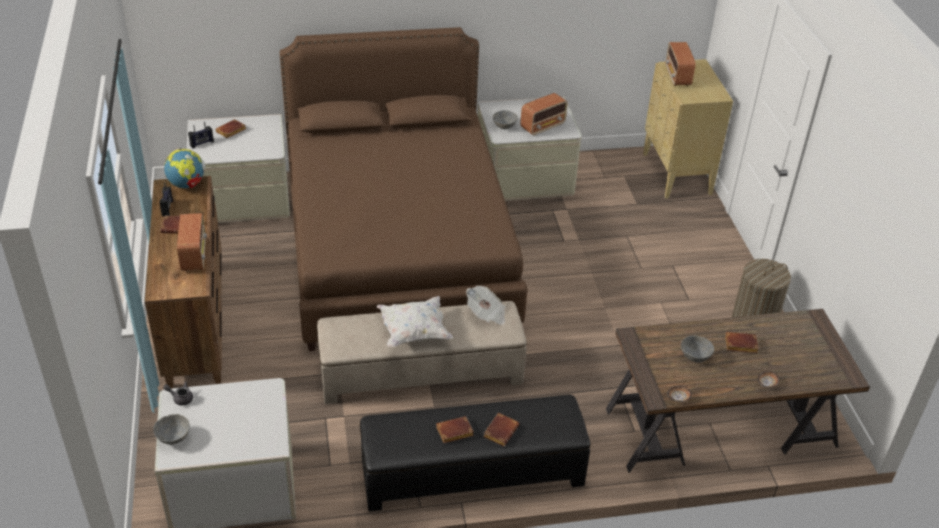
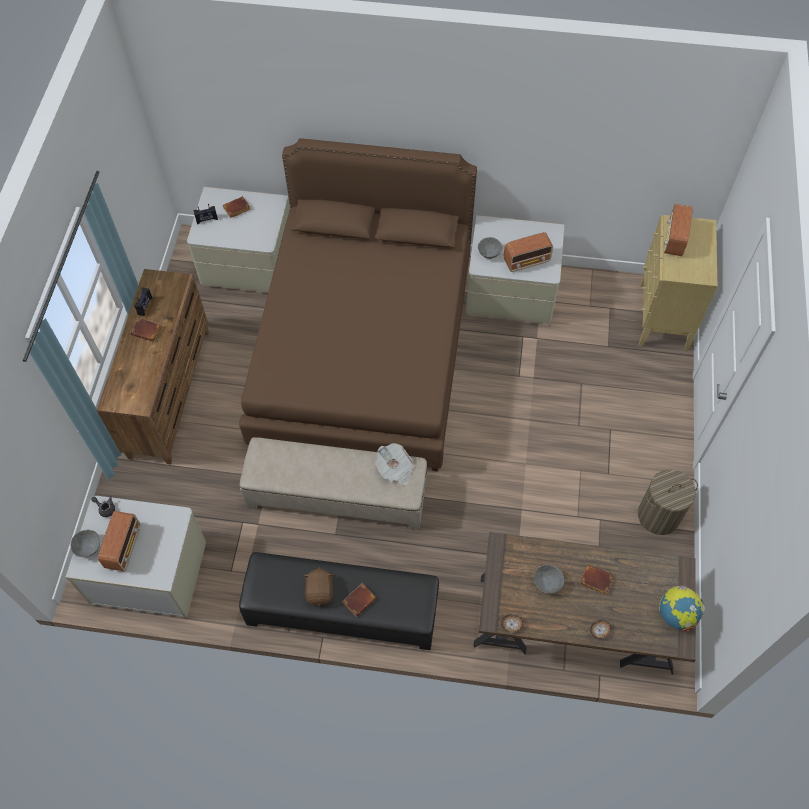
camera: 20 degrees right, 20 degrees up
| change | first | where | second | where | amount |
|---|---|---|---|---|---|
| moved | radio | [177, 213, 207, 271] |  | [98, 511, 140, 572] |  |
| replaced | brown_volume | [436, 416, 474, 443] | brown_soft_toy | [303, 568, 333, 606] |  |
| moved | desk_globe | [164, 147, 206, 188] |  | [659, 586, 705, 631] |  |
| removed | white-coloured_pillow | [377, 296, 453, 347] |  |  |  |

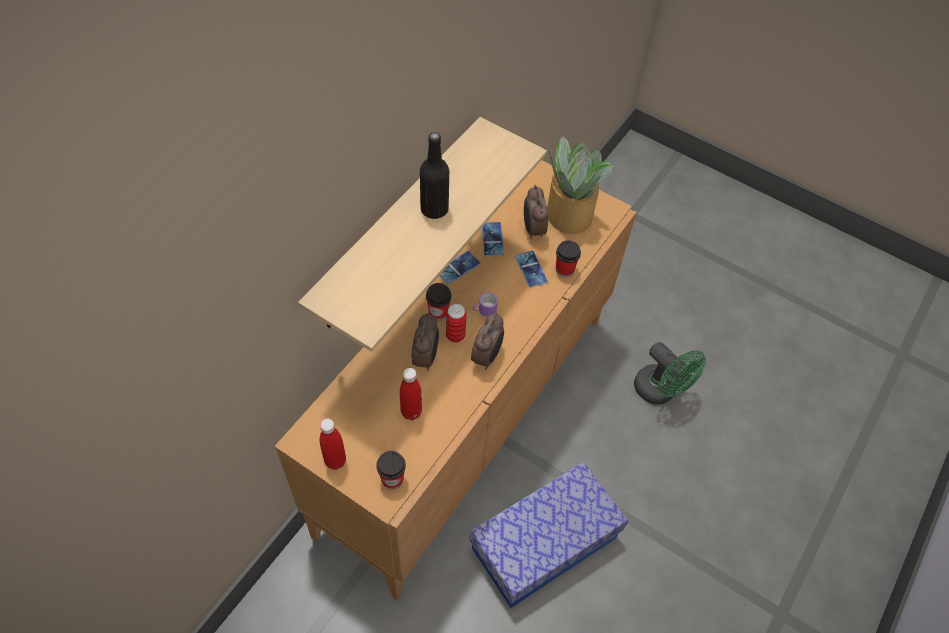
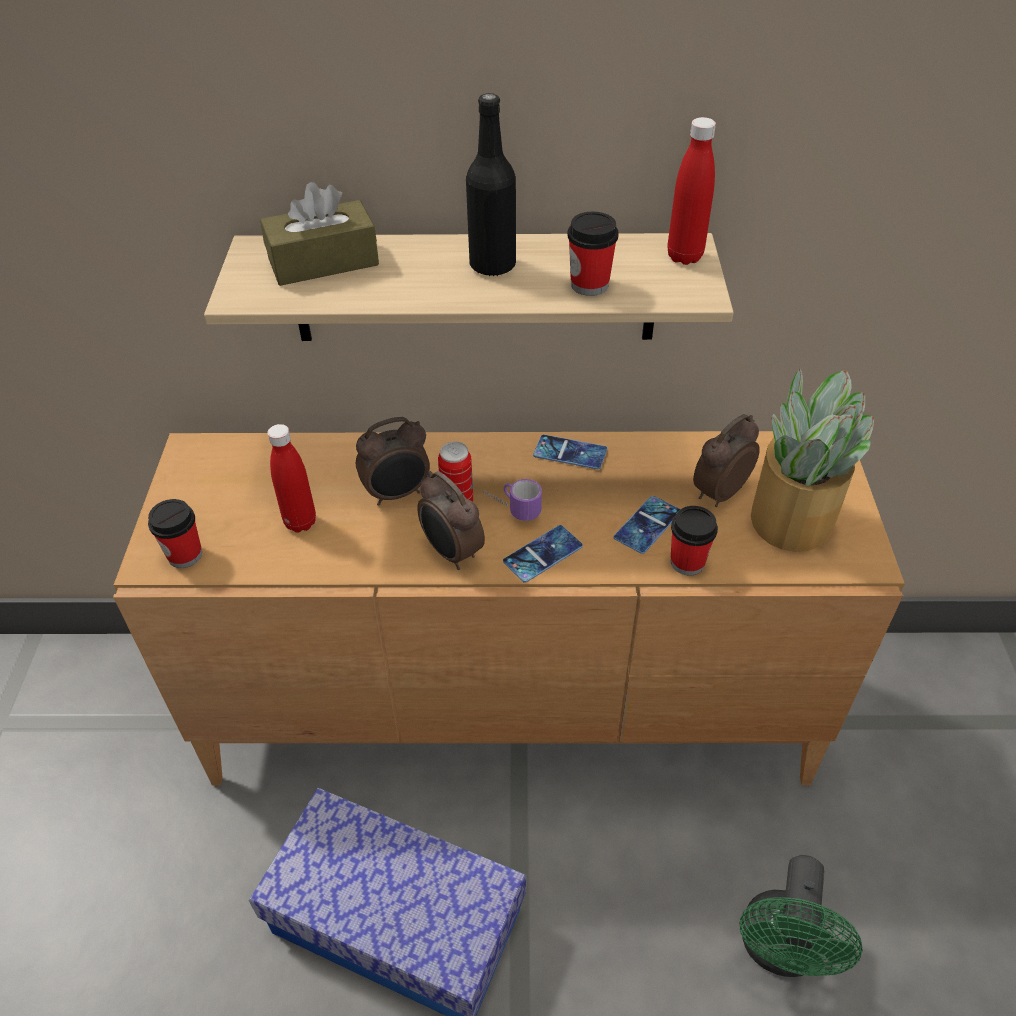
camera: 60 degrees right, 10 degrees down
| change | first | where | second | where | amount |
|---|---|---|---|---|---|
| added |  |  | brown_tissue_box | [260, 182, 379, 286] |  |
| turned | table_clock | [471, 313, 504, 370] |  | [417, 471, 485, 570] | 60 degrees clockwise |
| moved | phone | [482, 222, 504, 256] |  | [503, 525, 583, 583] |  |
| moved | small_cup | [426, 283, 452, 321] |  | [567, 212, 619, 296] |  |
| moved | red-coloured_drink_bottle | [320, 418, 346, 470] |  | [667, 117, 716, 265] |  |

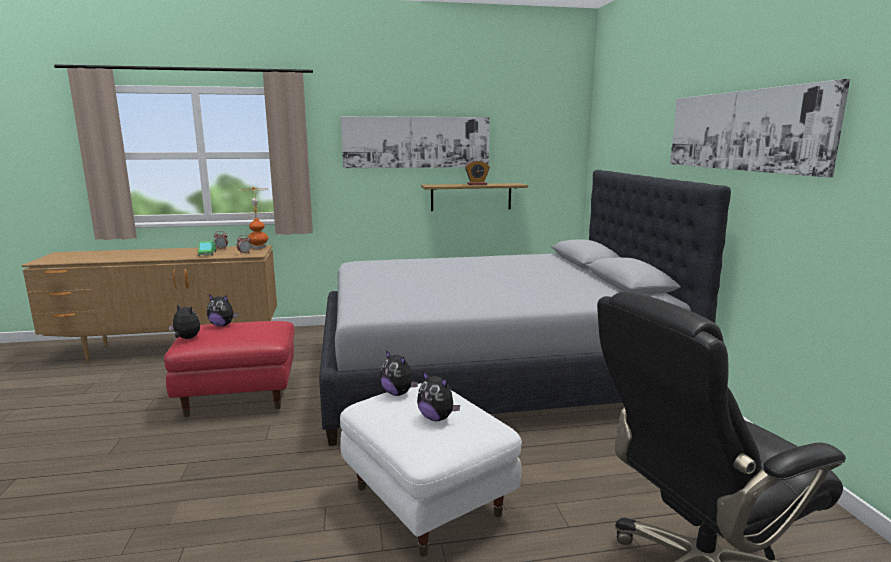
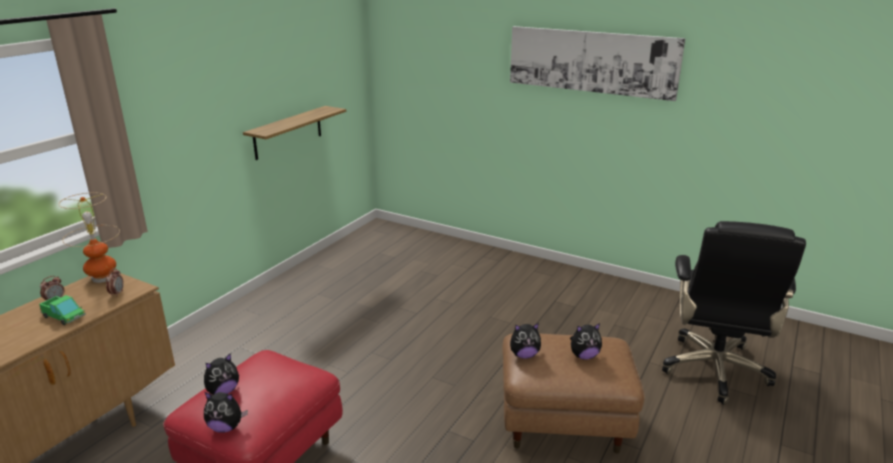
camera: 50 degrees left, 10 degrees up
| change | first | where | second | where | amount |
|---|---|---|---|---|---|
| turned | soft_toy | [169, 304, 200, 339] |  | [204, 392, 248, 433] | 150 degrees counterclockwise |
| recoloured | white-coloured_ottoman | [340, 383, 522, 557] | brown_ottoman | [502, 333, 644, 453] |  |
| removed | gray_sleeping_bed | [319, 170, 731, 446] |  |  |  |
| removed | wall_art | [341, 116, 490, 168] |  |  |  |
| removed | table_clock | [465, 160, 490, 185] |  |  |  |

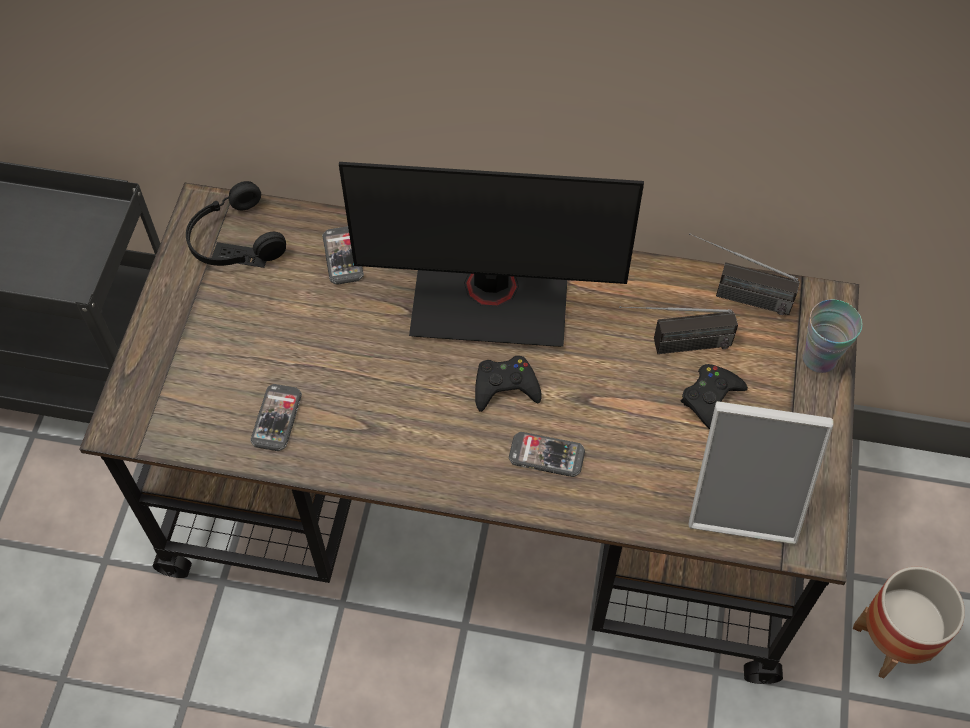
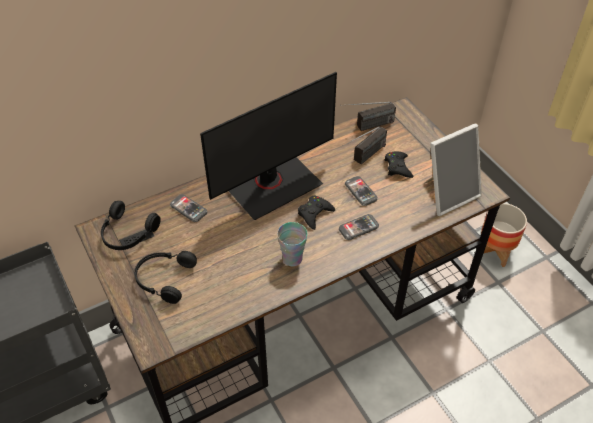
camera: 40 degrees left, 10 degrees down
| change | first | where | second | where | amount |
|---|---|---|---|---|---|
| added |  |  | blackish_headset | [134, 251, 197, 304] |  |
| moved | small_cup | [803, 299, 862, 373] |  | [277, 222, 307, 266] |  |
| moved | phone | [250, 384, 302, 451] |  | [345, 176, 378, 206] |  |

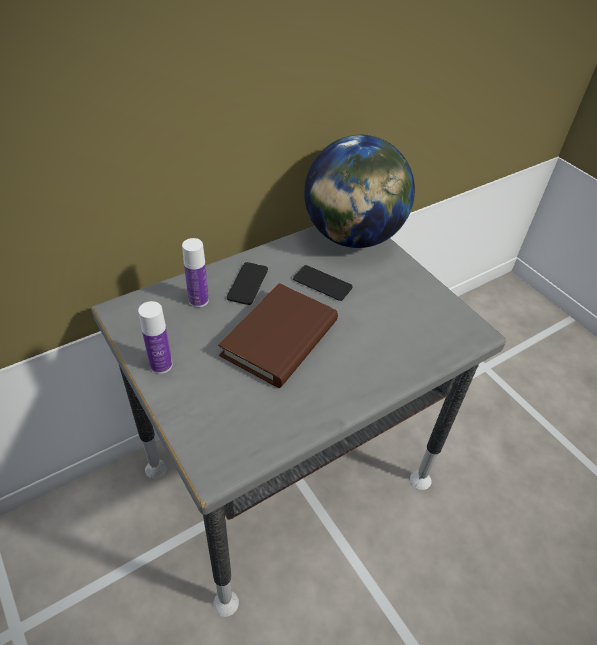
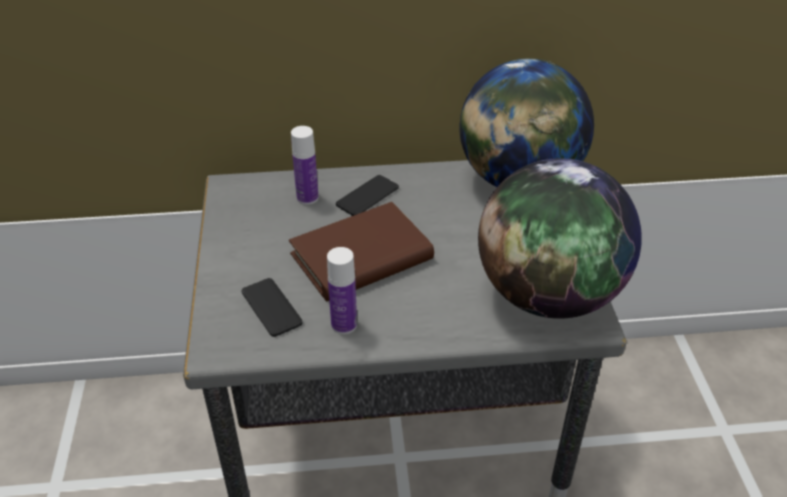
camera: 30 degrees right, 5 degrees down
| change | first | where | second | where | amount |
|---|---|---|---|---|---|
| moved | phone | [293, 265, 353, 301] |  | [242, 278, 303, 337] |  |
| moved | drink_bottle | [138, 301, 172, 374] |  | [327, 247, 357, 334] |  |
| added |  |  | desk_globe | [478, 158, 642, 319] |  |

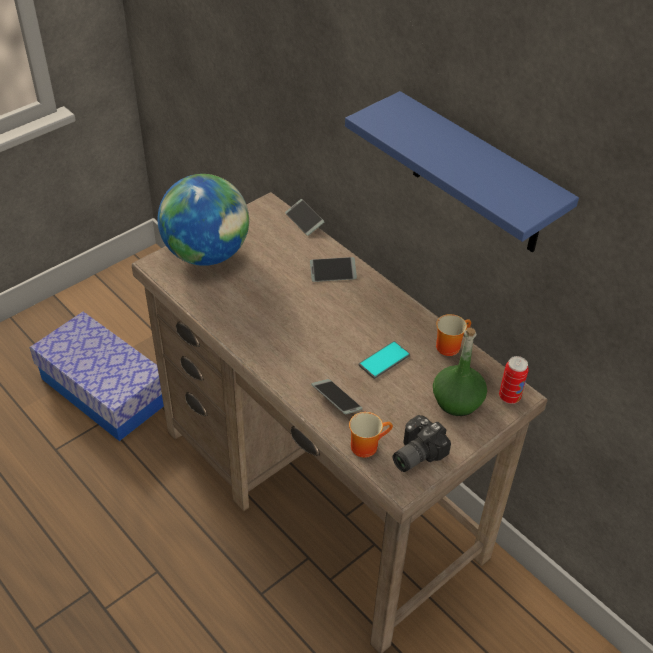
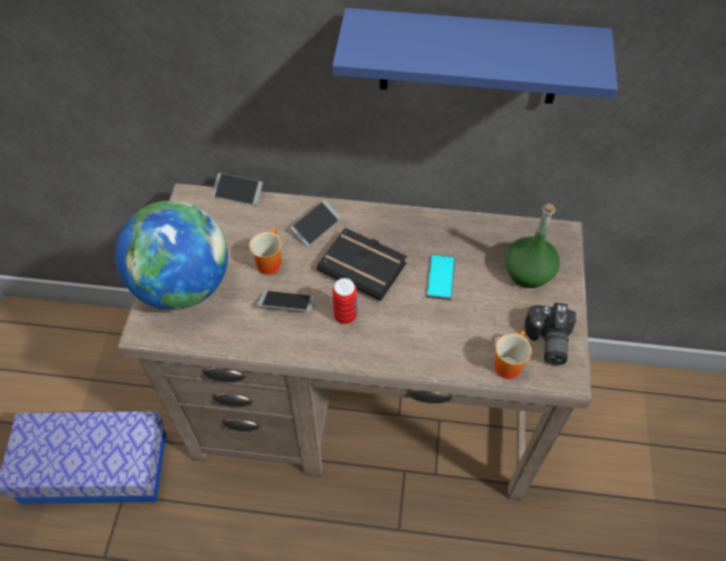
camera: 40 degrees left, 10 degrees up
| change | first | where | second | where | amount |
|---|---|---|---|---|---|
| moved | mug | [436, 314, 471, 356] |  | [249, 229, 282, 275] |  |
| moved | phone | [311, 379, 363, 415] |  | [257, 291, 315, 312] |  |
| added |  |  | blackish_volume | [317, 228, 407, 301] |  |
| moved | metal_can | [499, 356, 529, 404] |  | [332, 278, 357, 324] |  |

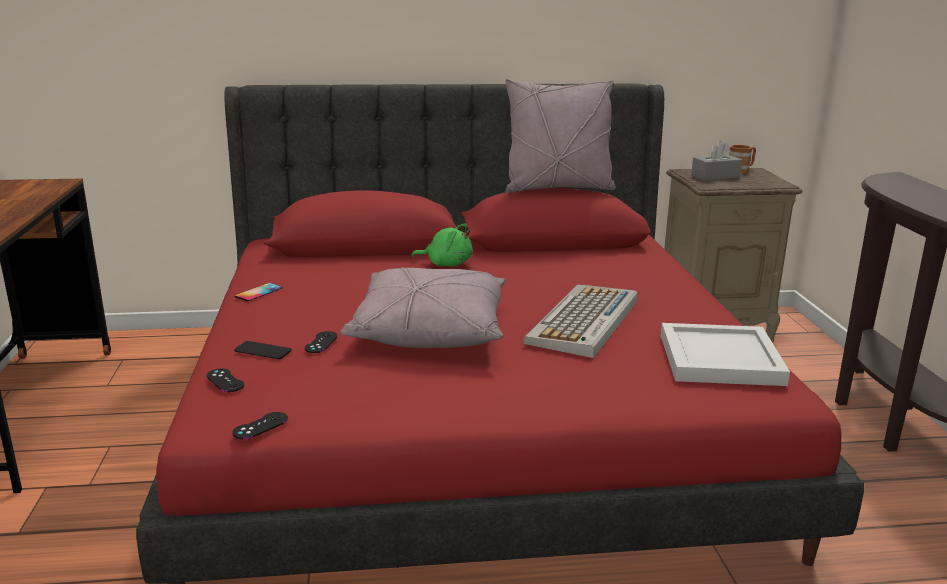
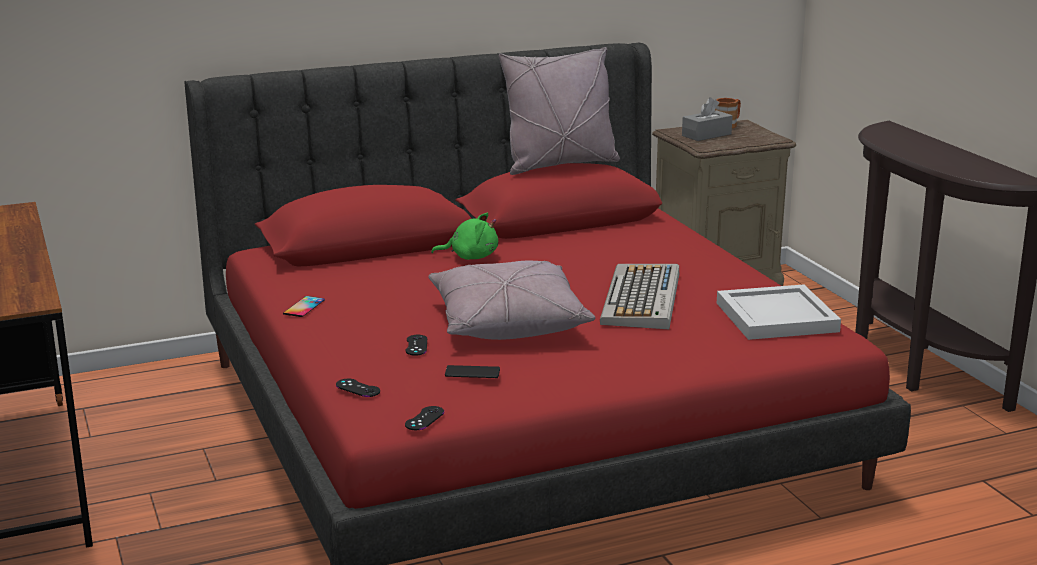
camera: 15 degrees left, 0 degrees up
| change | first | where | second | where | amount |
|---|---|---|---|---|---|
| moved | phone | [234, 341, 292, 359] |  | [445, 365, 500, 378] |  |

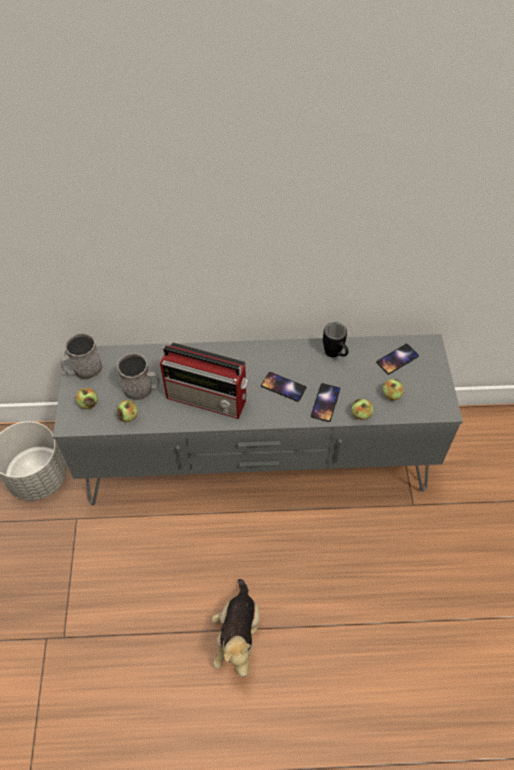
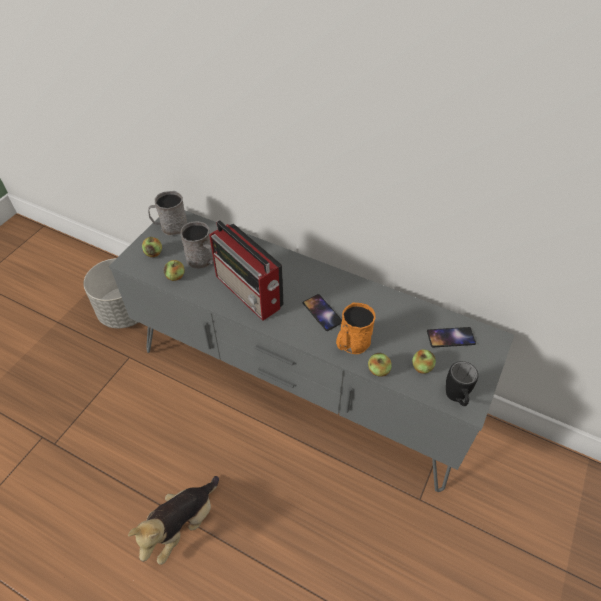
camera: 30 degrees right, 5 degrees down
| change | first | where | second | where | amount |
|---|---|---|---|---|---|
| replaced | phone | [311, 383, 340, 422] | orange-coloured_mug | [336, 303, 375, 354] |  |
| moved | blackish_mug | [323, 322, 349, 357] |  | [446, 361, 478, 406] |  |

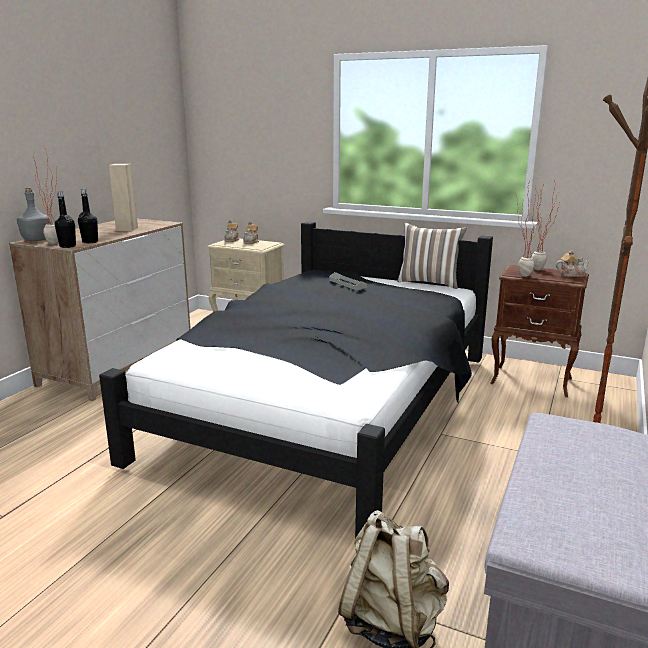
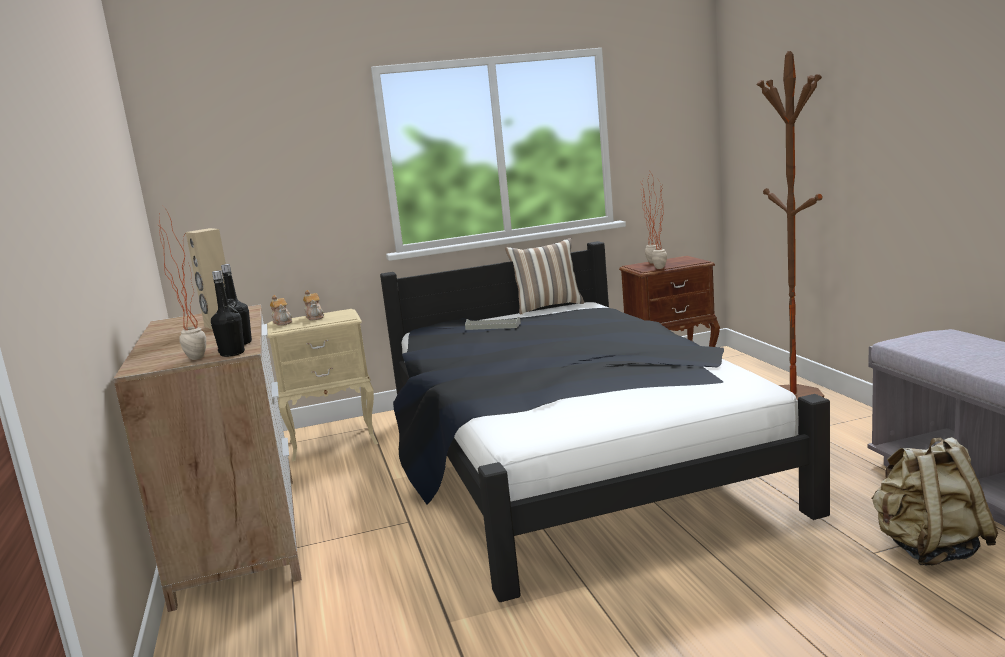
camera: 40 degrees left, 5 degrees down
| change | first | where | second | where | amount |
|---|---|---|---|---|---|
| removed | gray_drink_bottle | [17, 188, 50, 241] |  |  |  |
| removed | teapot | [556, 250, 590, 277] |  |  |  |

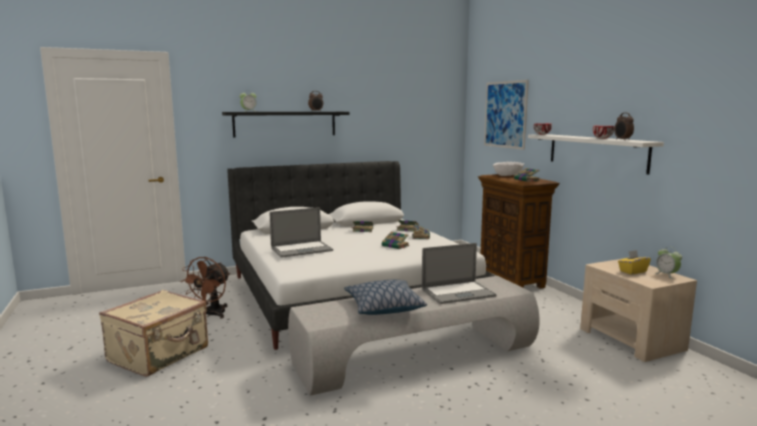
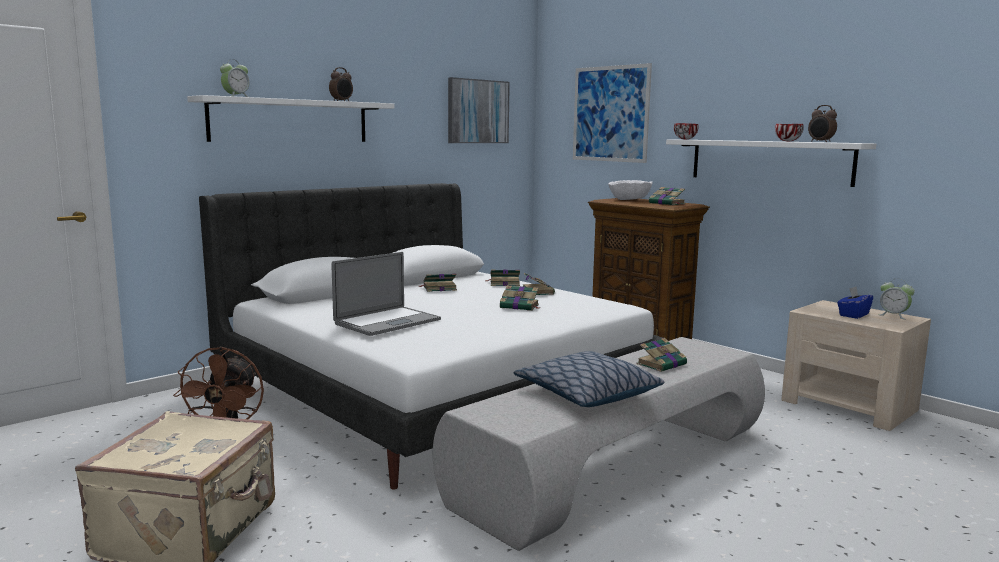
camera: 20 degrees left, 0 degrees up
| change | first | where | second | where | amount |
|---|---|---|---|---|---|
| recoloured | blackish_wall_shelf | [222, 112, 349, 138] | white-coloured_wall_shelf | [187, 95, 394, 142] |  |
| added |  |  | wall_art | [448, 77, 510, 143] |  |
| replaced | portable_computer | [422, 243, 497, 304] | volume | [637, 338, 687, 372] |  |
| recoloured | yellowish_tissue_box | [618, 250, 651, 275] | blue_tissue_box | [837, 286, 873, 319] |  |

